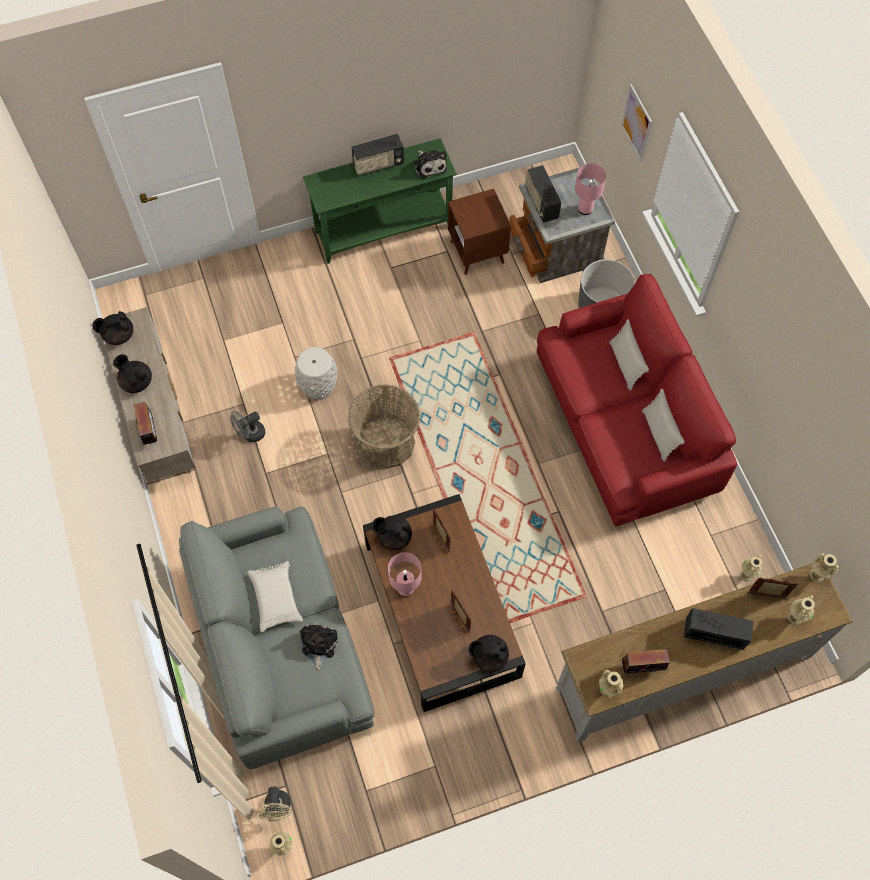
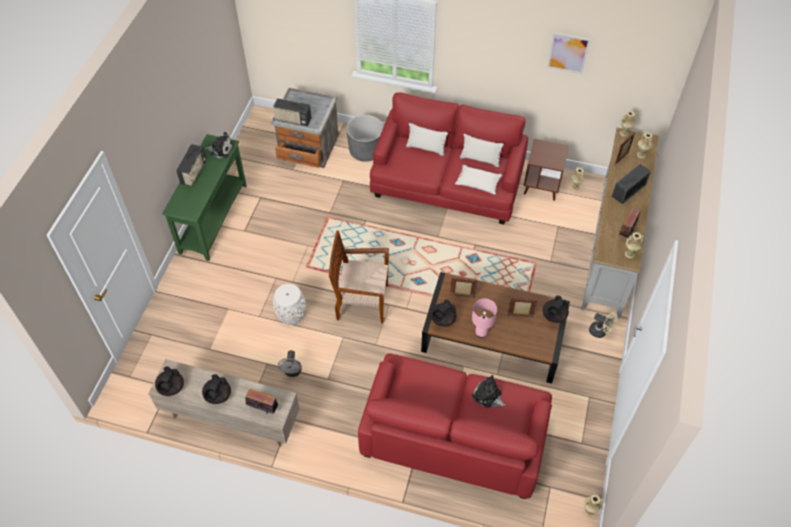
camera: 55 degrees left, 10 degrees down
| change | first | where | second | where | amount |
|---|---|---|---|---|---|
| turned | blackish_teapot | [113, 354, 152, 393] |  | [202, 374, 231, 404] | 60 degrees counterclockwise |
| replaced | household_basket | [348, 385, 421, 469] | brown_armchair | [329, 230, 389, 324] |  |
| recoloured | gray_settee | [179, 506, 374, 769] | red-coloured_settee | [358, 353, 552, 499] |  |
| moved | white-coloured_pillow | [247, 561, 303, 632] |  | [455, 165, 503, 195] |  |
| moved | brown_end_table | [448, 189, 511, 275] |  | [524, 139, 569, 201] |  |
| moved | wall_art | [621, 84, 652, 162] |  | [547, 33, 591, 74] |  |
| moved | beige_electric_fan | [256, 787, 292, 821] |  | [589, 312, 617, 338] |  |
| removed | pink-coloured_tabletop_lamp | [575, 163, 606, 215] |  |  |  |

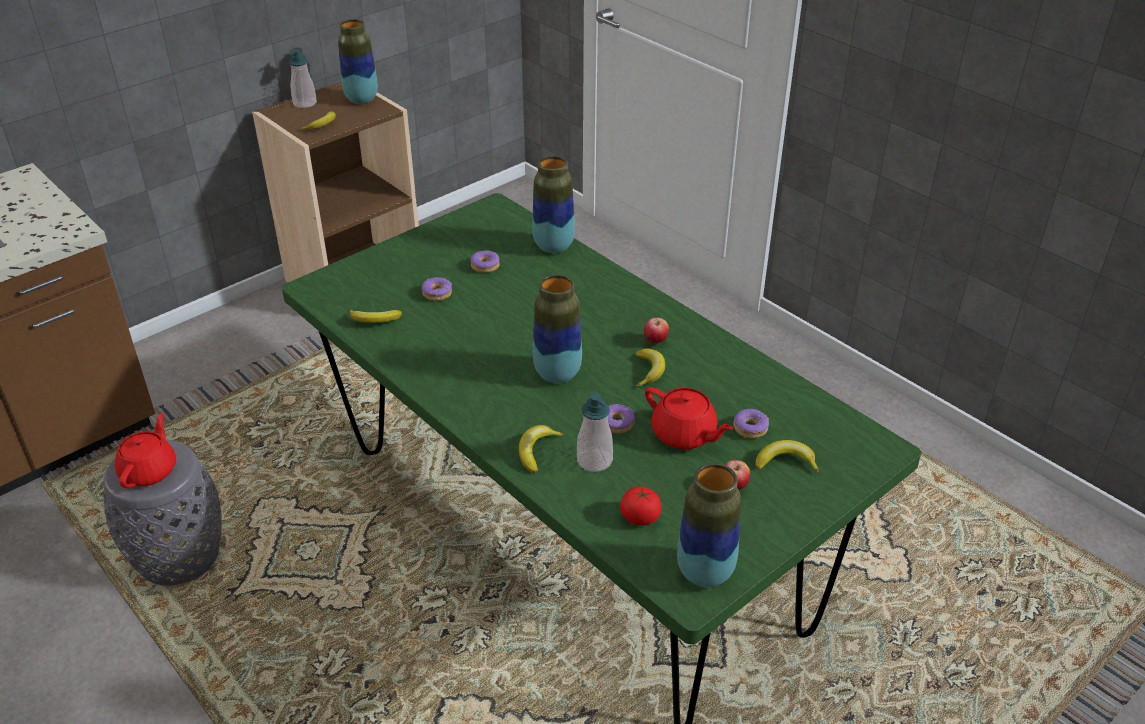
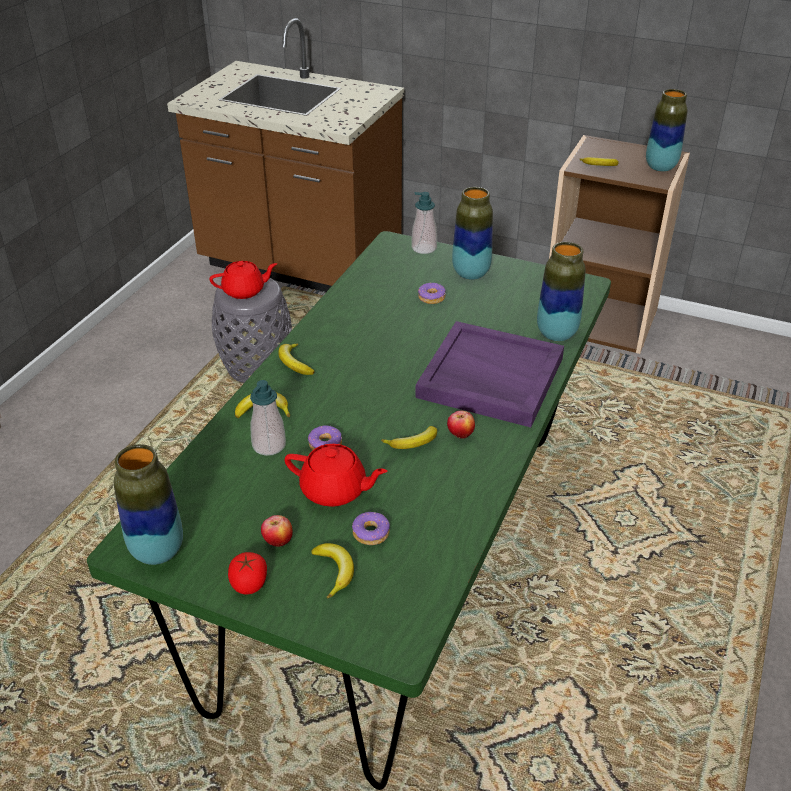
camera: 65 degrees right, 0 degrees up
| change | first | where | second | where | amount |
|---|---|---|---|---|---|
| moved | tomato | [620, 486, 661, 526] |  | [228, 552, 267, 594] |  |
| moved | banana | [349, 310, 402, 323] |  | [278, 343, 315, 375] |  |
| turned | red-coloured_teapot | [645, 387, 733, 449] |  | [284, 444, 388, 507] | 90 degrees counterclockwise |
| moved | liquid_soap_bottle | [288, 49, 317, 108] |  | [412, 192, 437, 254] |  |
| added |  |  | purple-coloured_tray | [415, 321, 564, 427] |  |
| moved | flower_vase | [533, 274, 582, 383] |  | [452, 187, 493, 280] |  |
| removed | donut | [471, 250, 500, 273] |  |  |  |

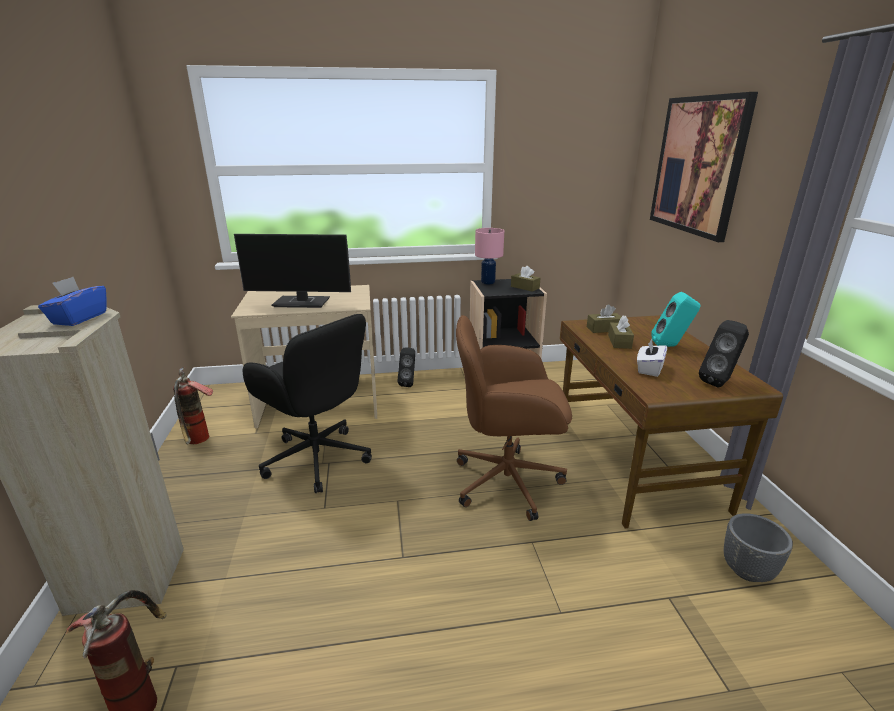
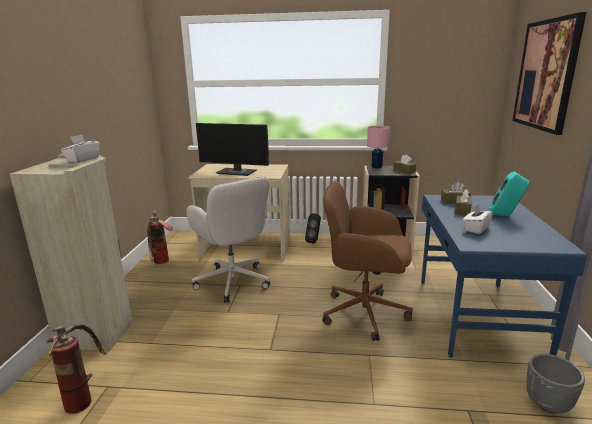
camera: 15 degrees right, 5 degrees down
| change | first | where | second | where | amount |
|---|---|---|---|---|---|
| recoloured | blue_tissue_box | [38, 277, 107, 326] | white-coloured_tissue_box | [61, 134, 100, 163] |  |
| recoloured | blackish_desk_chair | [243, 314, 372, 493] | white-coloured_desk_chair | [186, 177, 270, 302] |  |
| recoloured | brown_desk_table | [560, 315, 783, 528] | blue_desk_table | [421, 195, 587, 358] |  |
| removed | blackish_audio_speaker | [699, 320, 749, 387] |  |  |  |

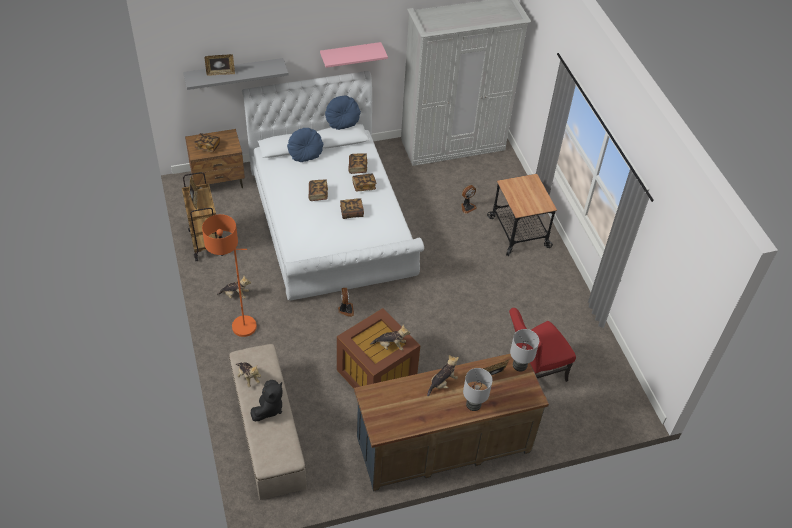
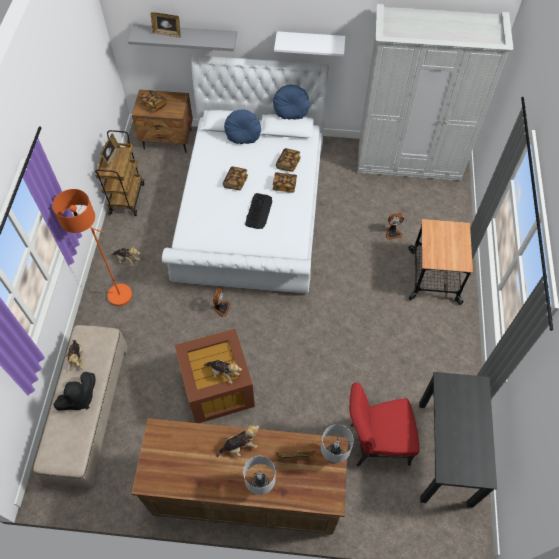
camera: 25 degrees right, 10 degrees up
| change | first | where | second | where | amount |
|---|---|---|---|---|---|
| replaced | volume | [340, 198, 364, 219] | keyboard | [245, 193, 272, 229] |  |
| recoloured | pink-coloured_wall_shelf | [320, 42, 388, 68] | white-coloured_wall_shelf | [274, 31, 345, 56] |  |
| added |  |  | blackish_desk_table | [419, 372, 497, 508] |  |

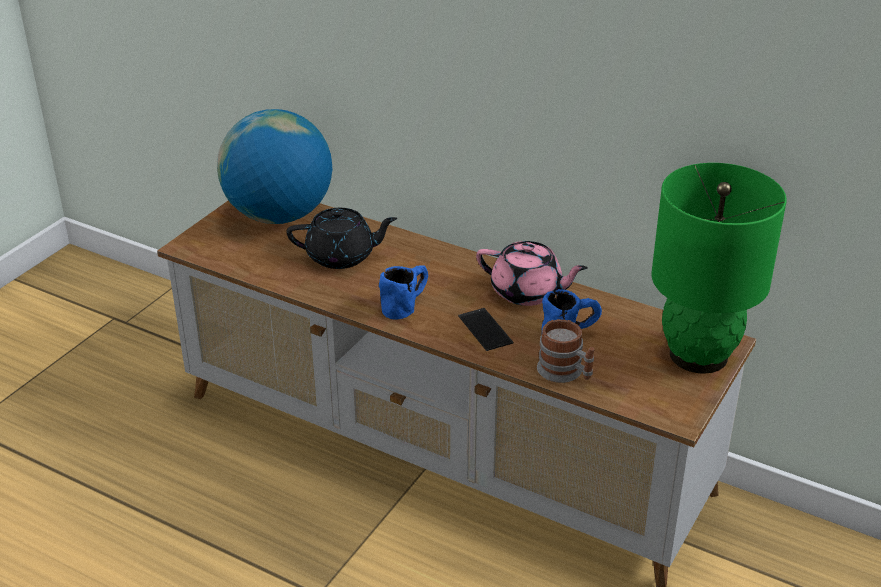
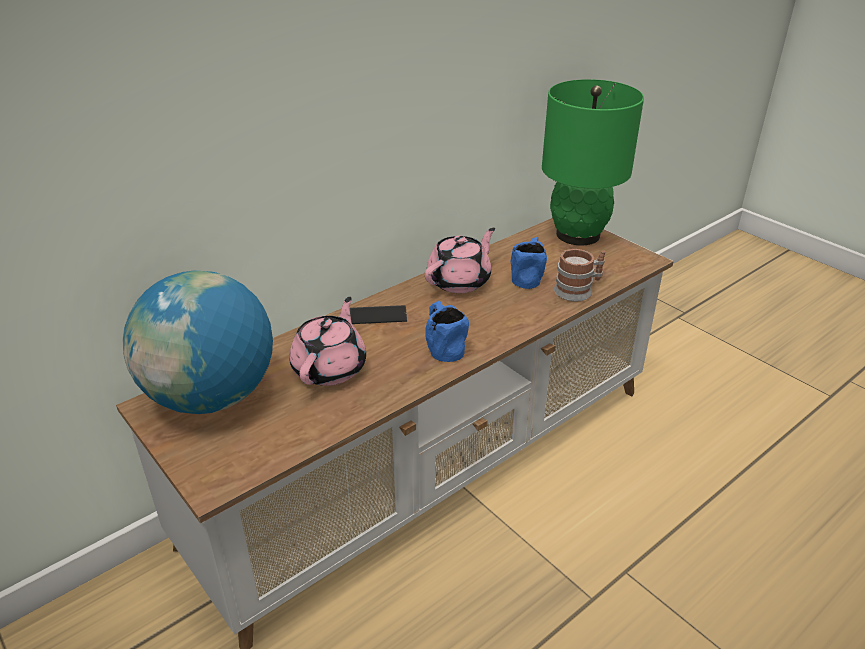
camera: 70 degrees left, 0 degrees up
| change | first | where | second | where | amount |
|---|---|---|---|---|---|
| recoloured | blackish_teapot | [287, 208, 397, 269] | pink-coloured_teapot | [289, 297, 366, 386] |  |
| moved | phone | [458, 308, 513, 351] |  | [350, 305, 407, 324] |  |

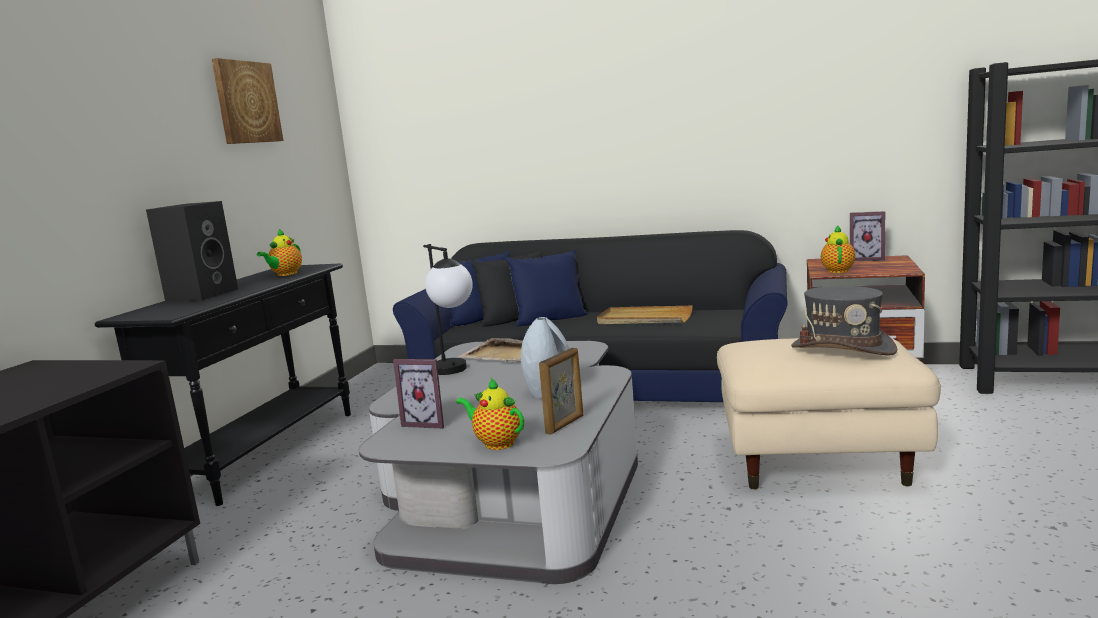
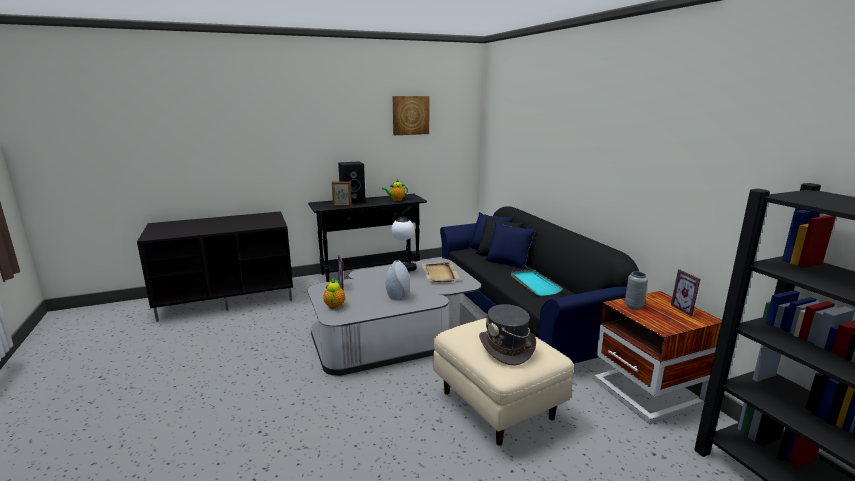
camera: 50 degrees right, 5 degrees up
| change | first | where | second | where | amount |
|---|---|---|---|---|---|
| moved | picture_frame | [539, 348, 583, 435] |  | [332, 181, 352, 206] |  |
| recoloured | beige_tray | [597, 306, 692, 324] | blue-green_tray | [511, 270, 563, 296] |  |
| replaced | teapot | [821, 225, 855, 273] | gray_flower_vase | [625, 271, 648, 310] |  |

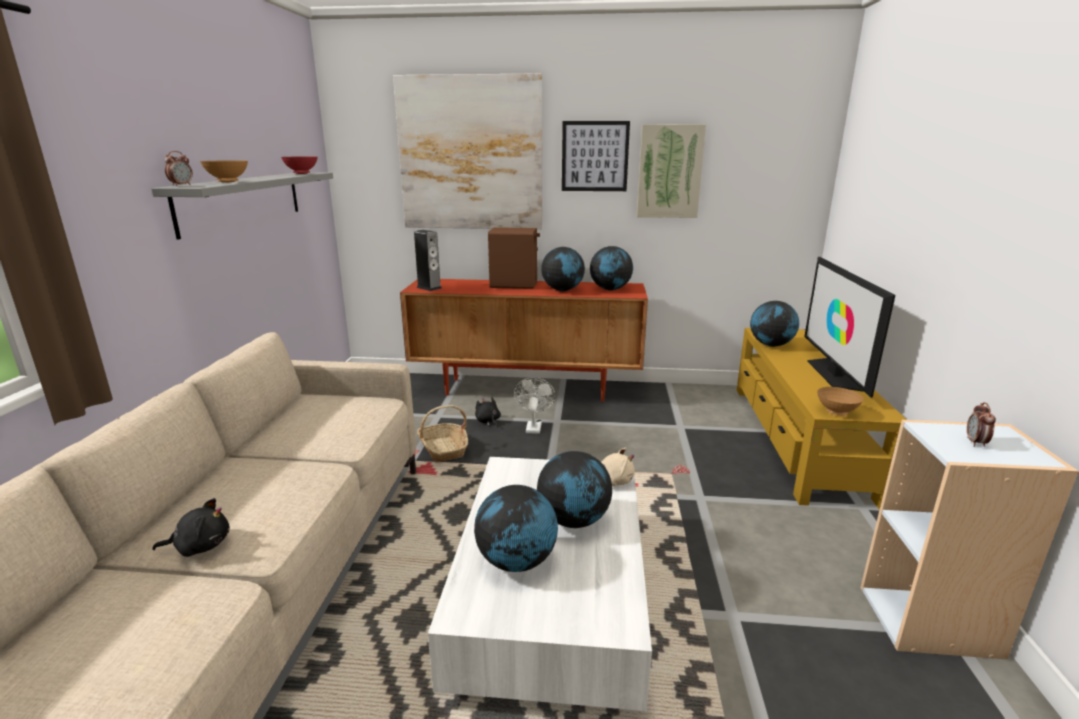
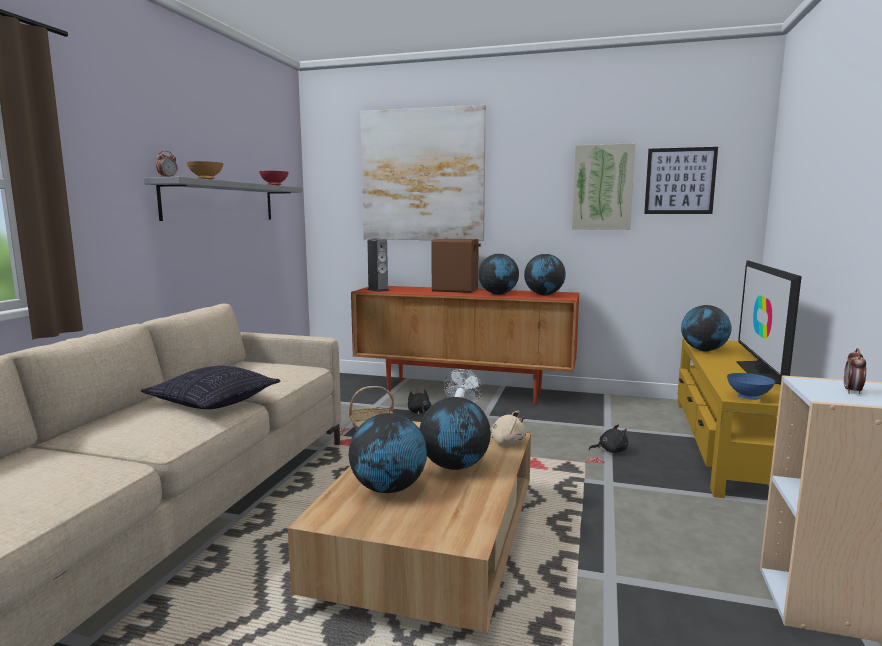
camera: 10 degrees right, 10 degrees down
| change | first | where | second | where | amount |
|---|---|---|---|---|---|
| added |  |  | pillow | [141, 366, 281, 409] |  |
| recoloured | white-coloured_low_table | [428, 457, 652, 711] | brown_low_table | [288, 421, 531, 633] |  |
| moved | blackish_soft_toy | [152, 498, 230, 557] |  | [589, 425, 628, 453] |  |
| moved | wall_art | [562, 121, 630, 191] |  | [644, 147, 718, 214] |  |
| recoloured | brown_deep_dish | [817, 387, 864, 416] | blue_deep_dish | [727, 373, 775, 400] |  |

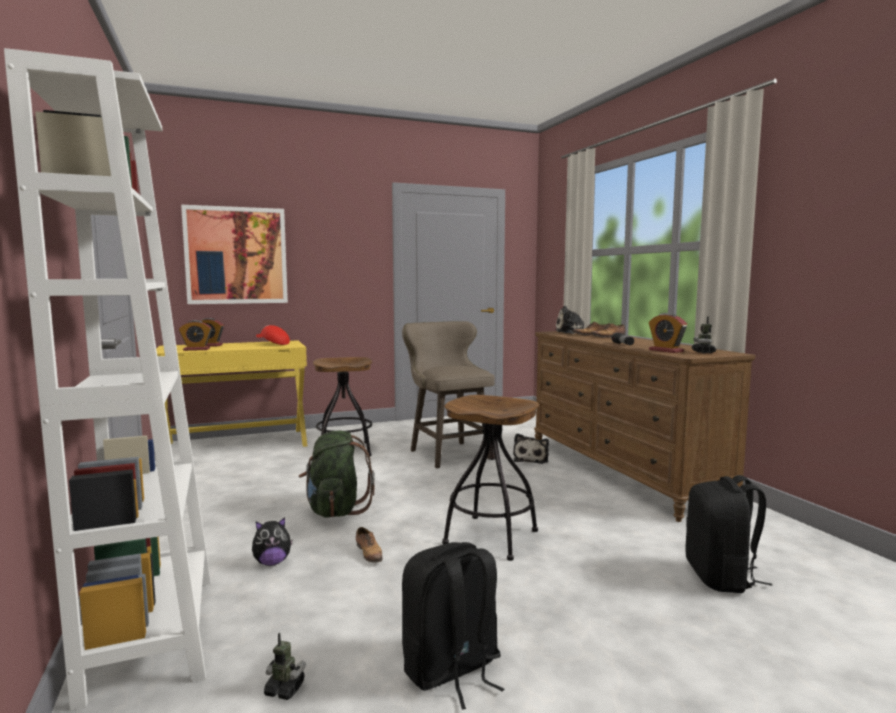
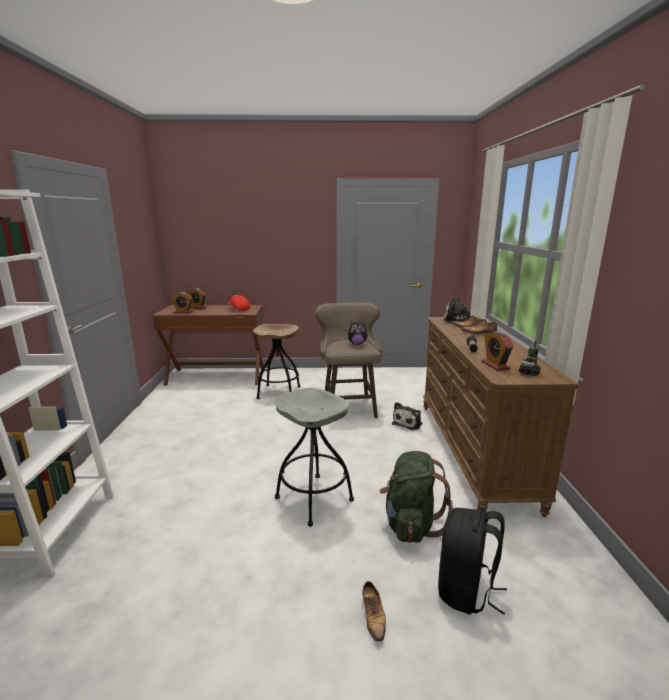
camera: 20 degrees right, 10 degrees up
| change | first | where | second | where | amount |
|---|---|---|---|---|---|
| recoloured | yellowish_desk_table | [156, 340, 307, 447] | brown_desk_table | [152, 305, 264, 386] |  |
| recoloured | brown_stool | [442, 395, 539, 561] | gray_stool | [275, 387, 354, 527] |  |
| moved | soft_toy | [252, 517, 293, 566] |  | [348, 321, 368, 345] |  |
| moved | low_shoe | [356, 527, 383, 563] |  | [362, 581, 386, 643] |  |
| moved | green_backpack | [299, 430, 375, 518] |  | [380, 451, 453, 543] |  |
| removed | wall_art | [181, 205, 288, 304] |  |  |  |
| removed | robot_figure | [264, 633, 306, 700] |  |  |  |
| removed | blackish_backpack | [402, 542, 504, 710] |  |  |  |

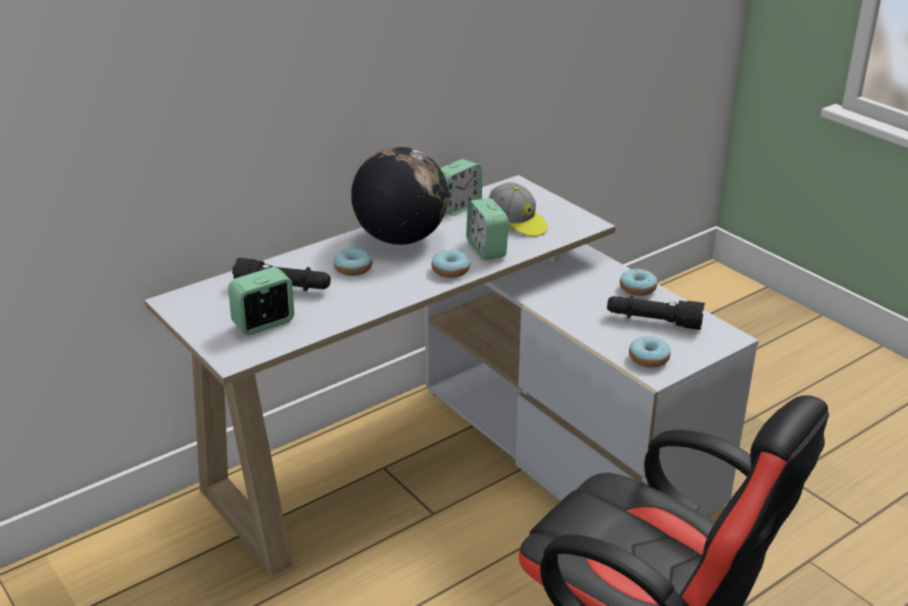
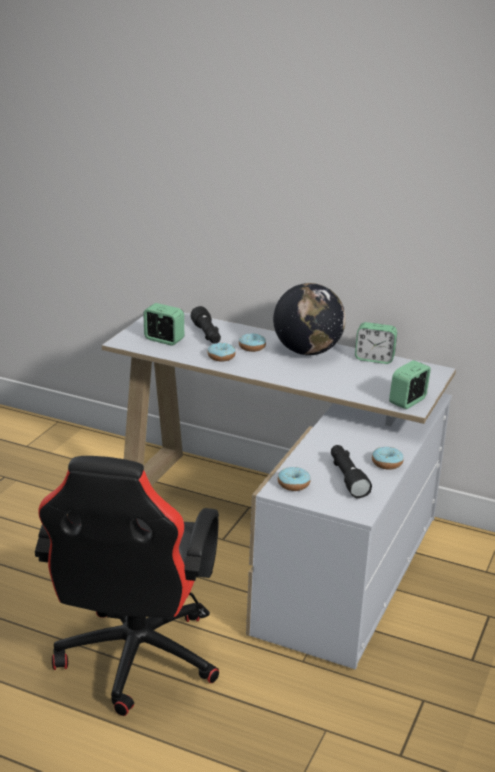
camera: 60 degrees right, 5 degrees down
| change | first | where | second | where | amount |
|---|---|---|---|---|---|
| moved | donut | [432, 249, 470, 278] |  | [207, 343, 235, 361] |  |
| moved | table_clock | [466, 198, 509, 260] |  | [389, 360, 431, 409] |  |
| removed | cap | [489, 182, 548, 237] |  |  |  |

